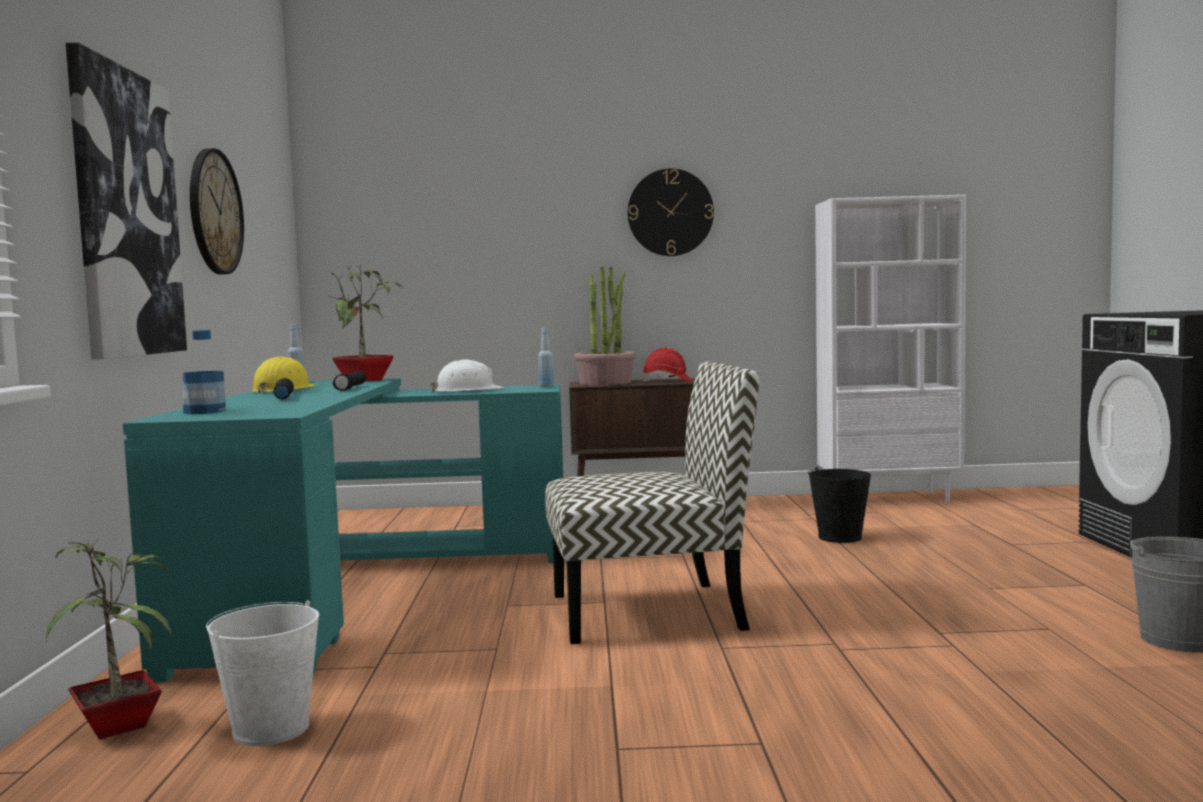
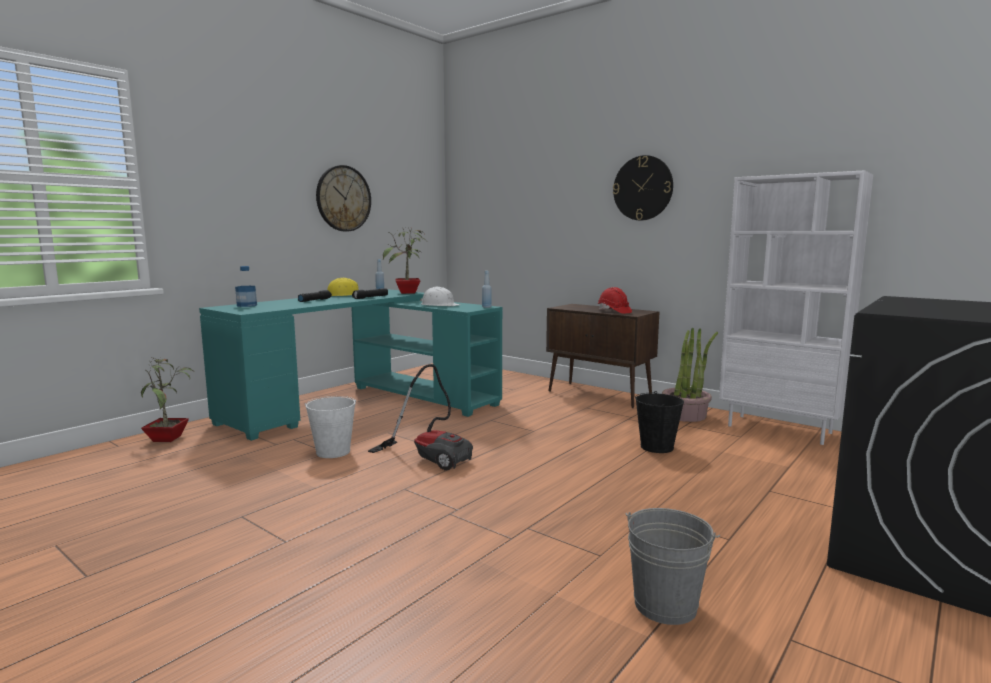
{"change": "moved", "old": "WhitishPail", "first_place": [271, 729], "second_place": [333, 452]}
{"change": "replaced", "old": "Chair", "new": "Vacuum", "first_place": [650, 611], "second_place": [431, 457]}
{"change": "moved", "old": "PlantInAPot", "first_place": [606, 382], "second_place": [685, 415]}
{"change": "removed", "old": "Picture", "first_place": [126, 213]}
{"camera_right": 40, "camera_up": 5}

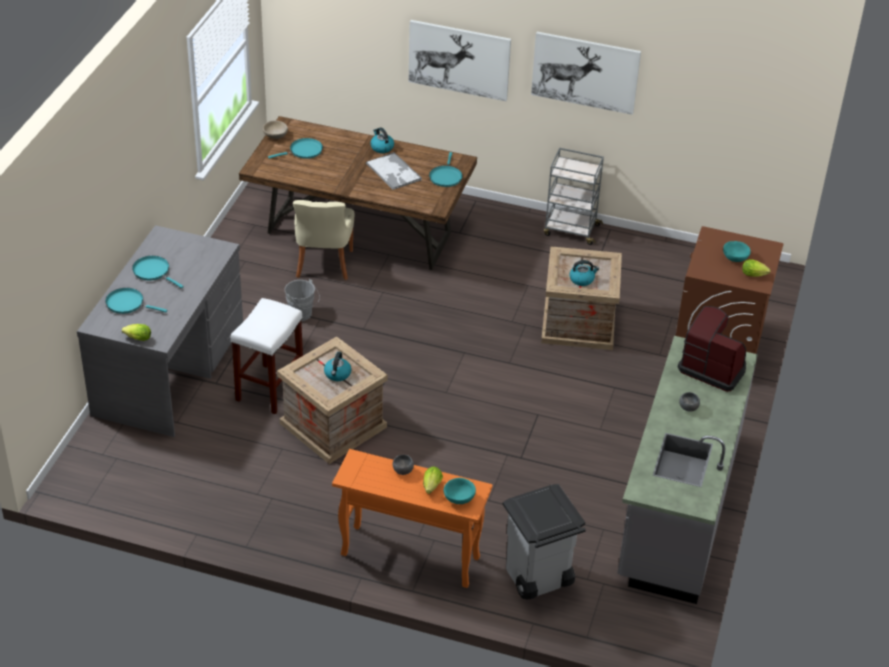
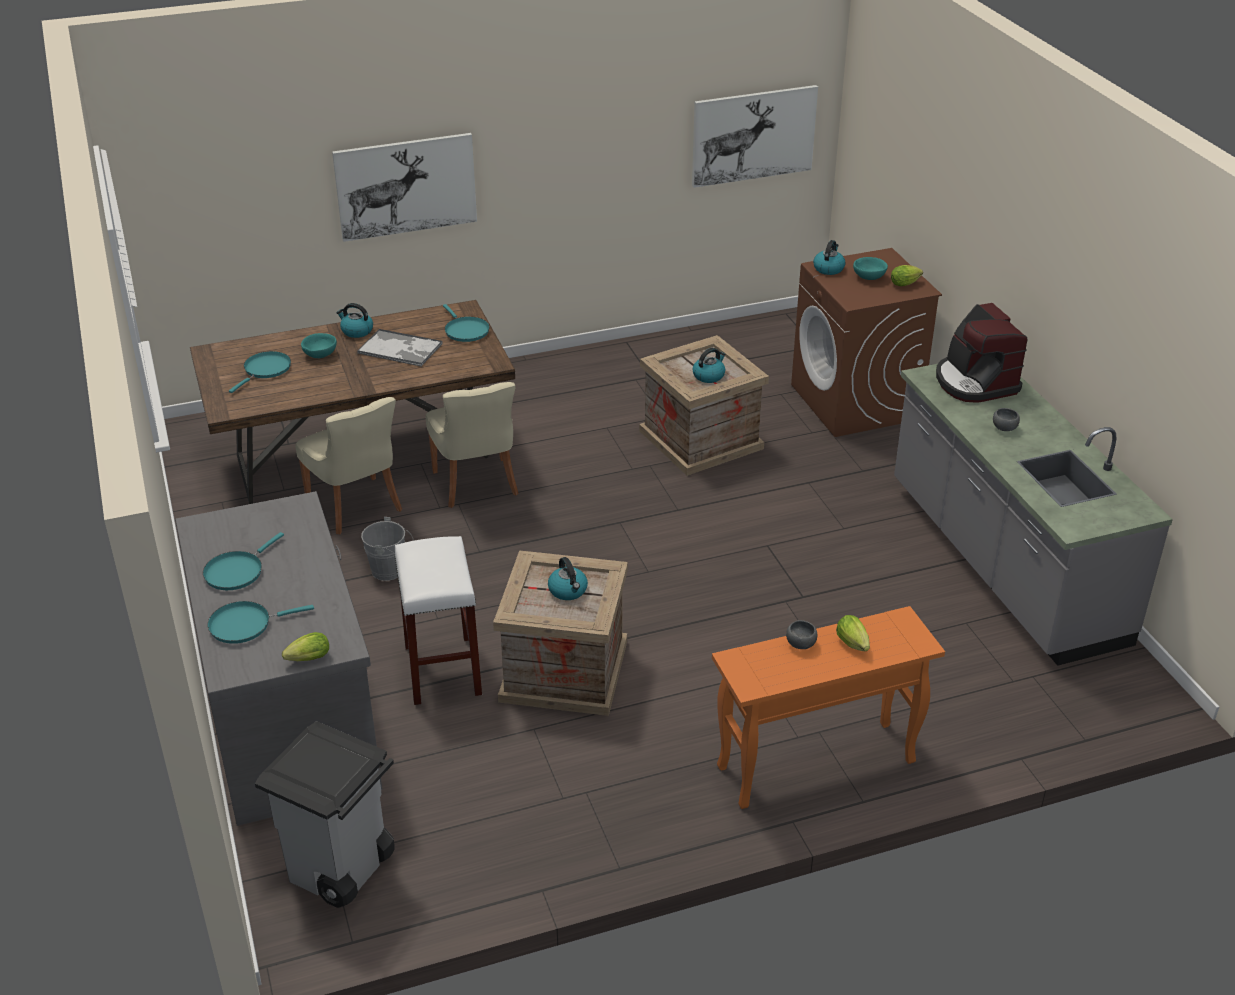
{"change": "turned", "old": "BlueGreenPan", "first_place": [153, 271], "second_place": [237, 571], "degrees": -60}
{"change": "moved", "old": "GreyTrashCan", "first_place": [537, 579], "second_place": [341, 870]}
{"change": "moved", "old": "BlueGreenDeepDish", "first_place": [459, 498], "second_place": [320, 354]}
{"change": "added", "new": "BeigeChair", "second_place": [476, 485]}
{"change": "moved", "old": "Picture", "first_place": [585, 72], "second_place": [753, 135]}
{"change": "added", "new": "WaterKettle", "second_place": [828, 268]}
{"change": "turned", "old": "CoffeeMaker", "first_place": [713, 367], "second_place": [974, 382], "degrees": -105}
{"change": "removed", "old": "BeigeDeepDish", "first_place": [275, 136]}
{"change": "removed", "old": "GreyWheeledCart", "first_place": [570, 230]}
{"camera_right": -35, "camera_up": -5}

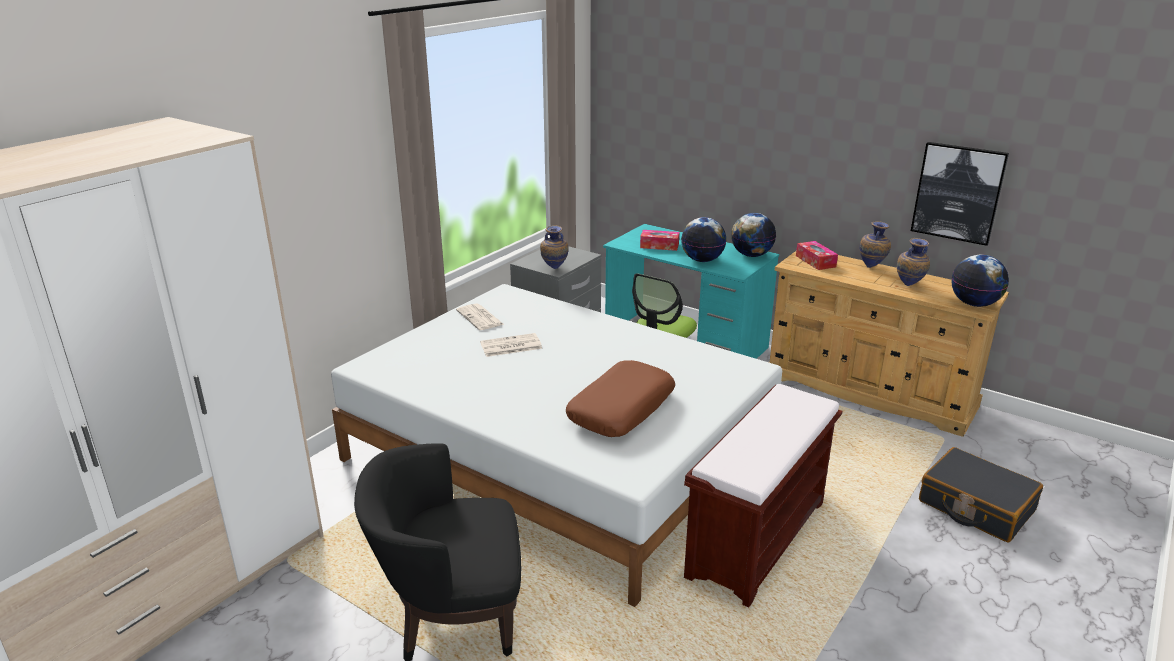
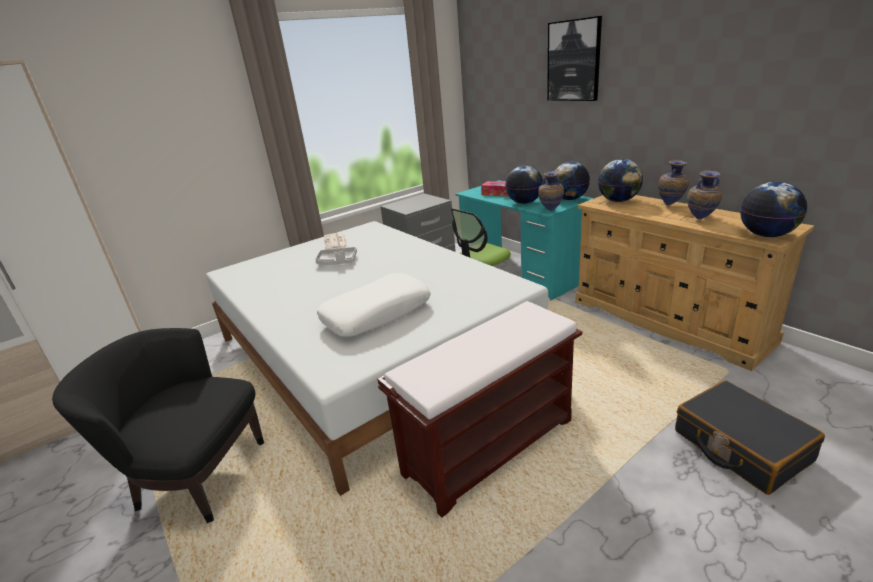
{"change": "replaced", "old": "PrintedPaper", "new": "GreyCarryingTray", "first_place": [510, 346], "second_place": [337, 262]}
{"change": "recoloured", "old": "BrownishThrowPillow", "new": "WhitishThrowPillow", "first_place": [621, 409], "second_place": [376, 314]}
{"change": "moved", "old": "FlowerVase", "first_place": [554, 269], "second_place": [550, 211]}
{"change": "moved", "old": "Picture", "first_place": [958, 192], "second_place": [574, 61]}
{"change": "replaced", "old": "TissueBox", "new": "Globe", "first_place": [815, 261], "second_place": [618, 201]}
{"camera_right": 20, "camera_up": 0}

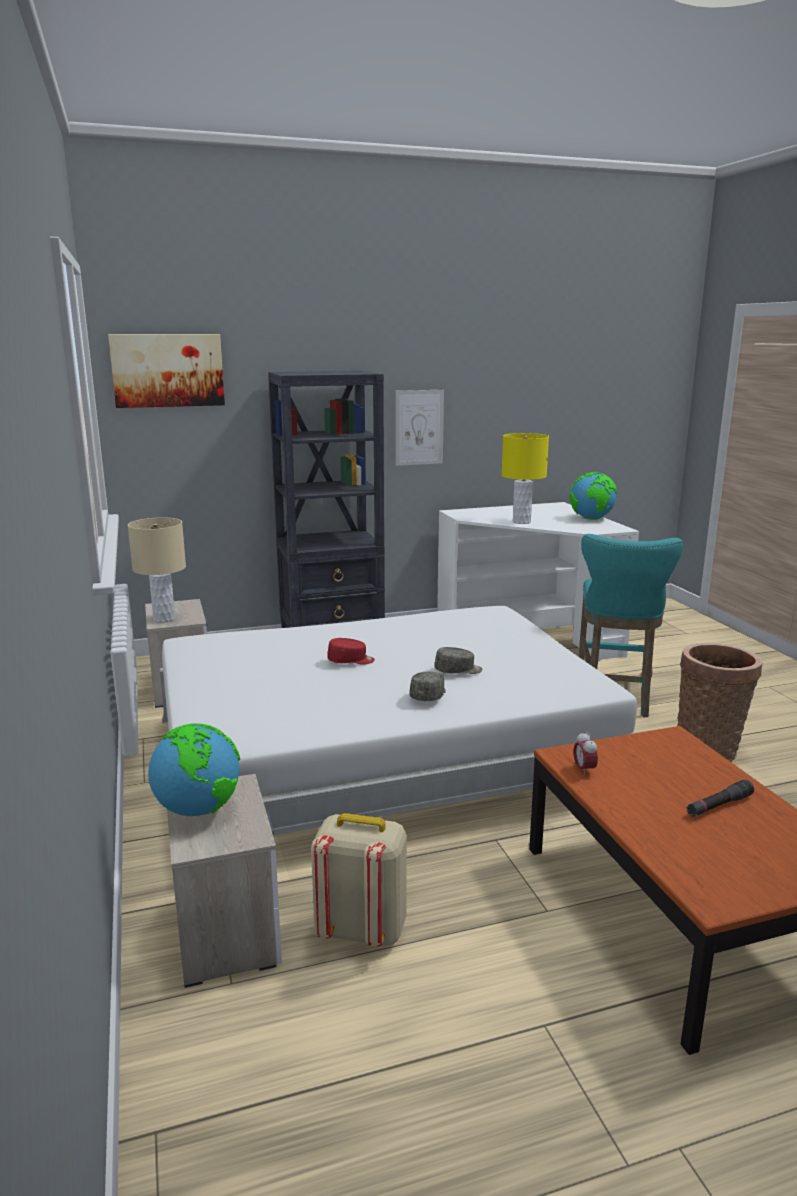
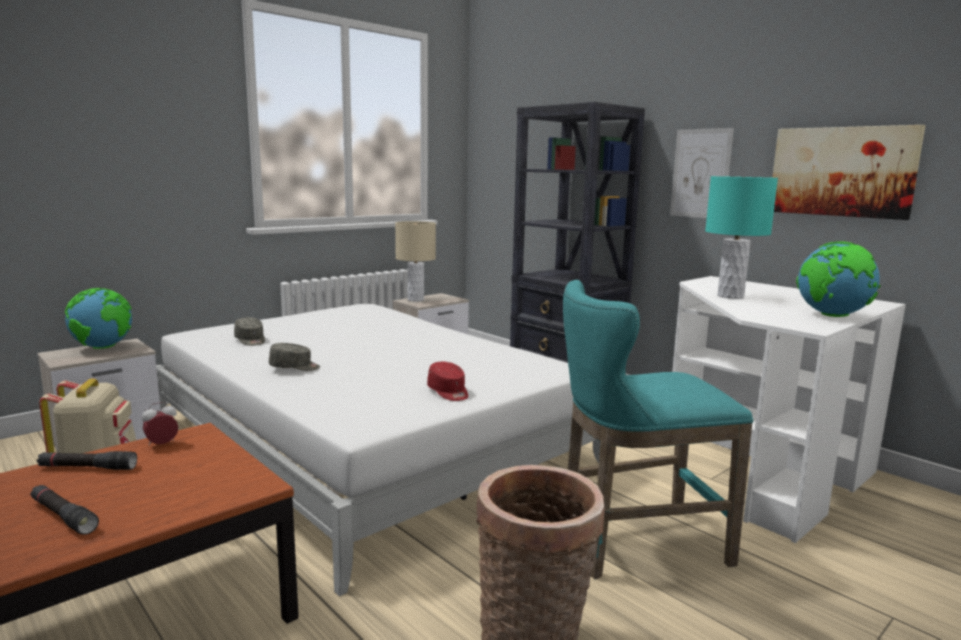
{"change": "added", "new": "BlackHandTorch", "second_place": [88, 468]}
{"change": "moved", "old": "GreyBaseballCap", "first_place": [458, 670], "second_place": [250, 340]}
{"change": "moved", "old": "RedColouredBaseballCap", "first_place": [351, 661], "second_place": [448, 392]}
{"change": "recoloured", "old": "YellowColouredLampForATable", "new": "BlueGreenLampForATable", "first_place": [521, 522], "second_place": [730, 296]}
{"change": "moved", "old": "Picture", "first_place": [168, 370], "second_place": [841, 171]}
{"camera_right": 65, "camera_up": -5}

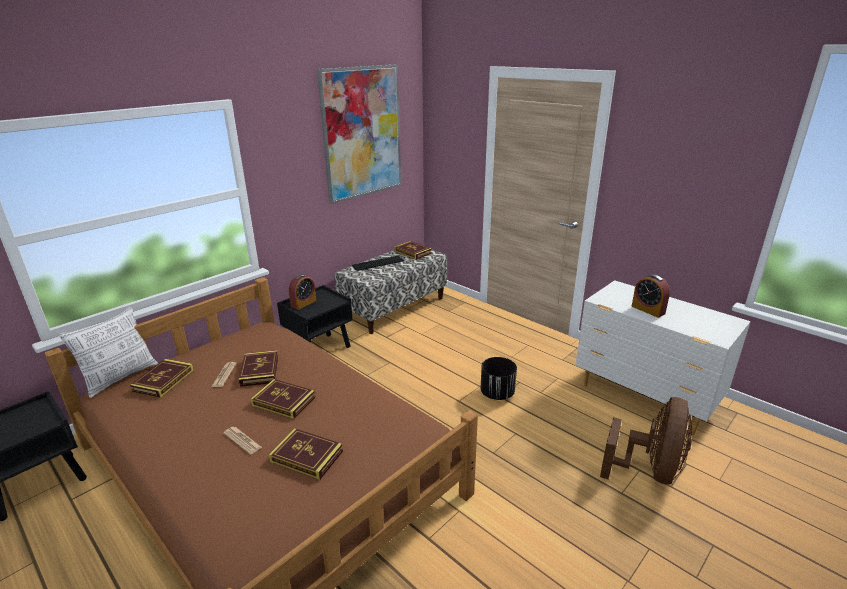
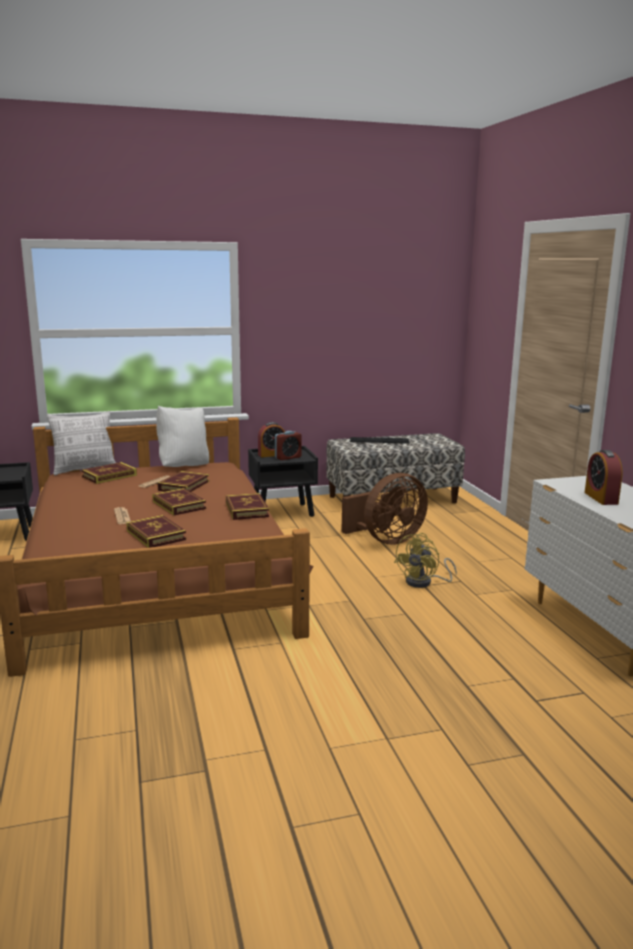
{"change": "added", "new": "WhitishThrowPillow", "second_place": [183, 466]}
{"change": "moved", "old": "Book", "first_place": [413, 252], "second_place": [246, 510]}
{"change": "added", "new": "AlarmClock", "second_place": [288, 457]}
{"change": "moved", "old": "BrownishFan", "first_place": [649, 470], "second_place": [386, 540]}
{"change": "replaced", "old": "BlackPlanter", "new": "YellowColouredFan", "first_place": [497, 393], "second_place": [424, 582]}
{"change": "removed", "old": "Picture", "first_place": [362, 133]}
{"camera_right": 30, "camera_up": -10}

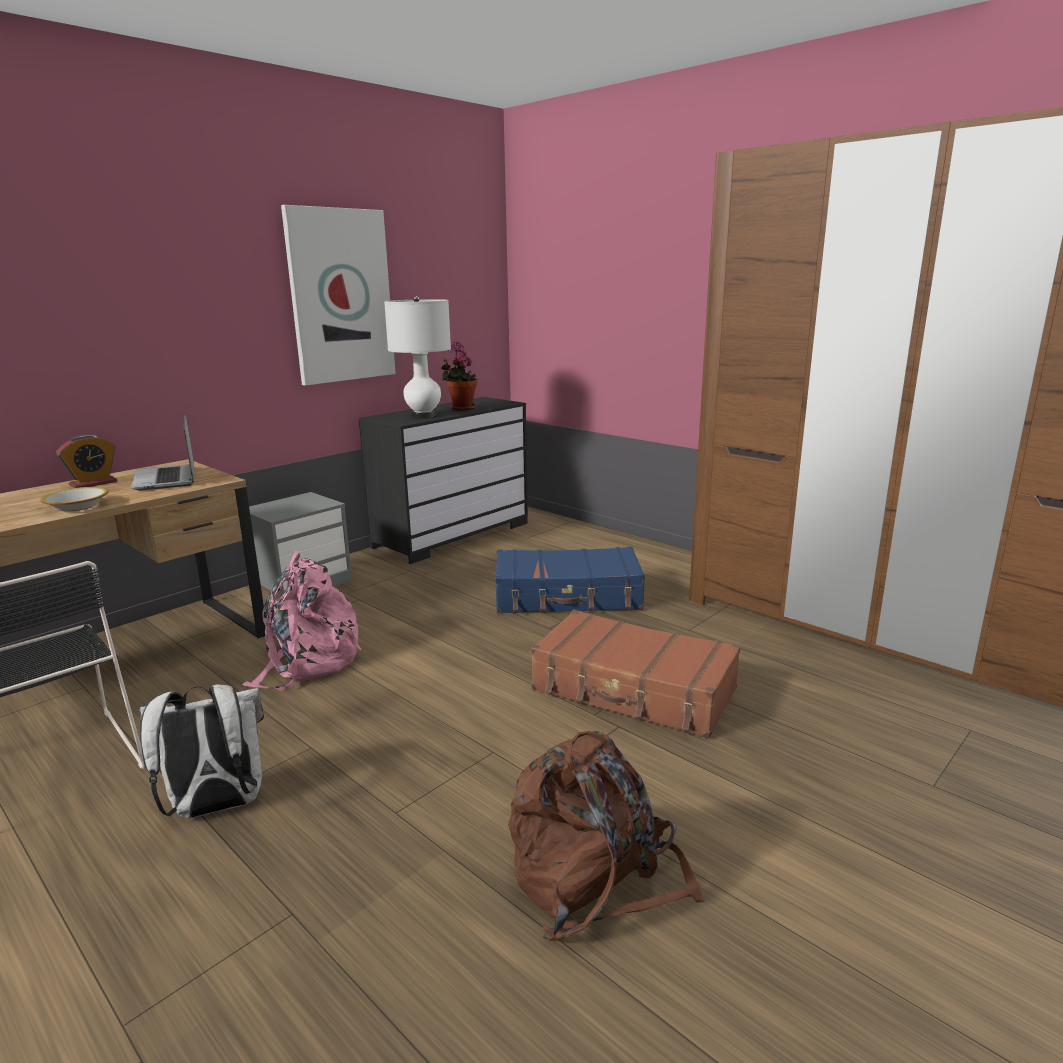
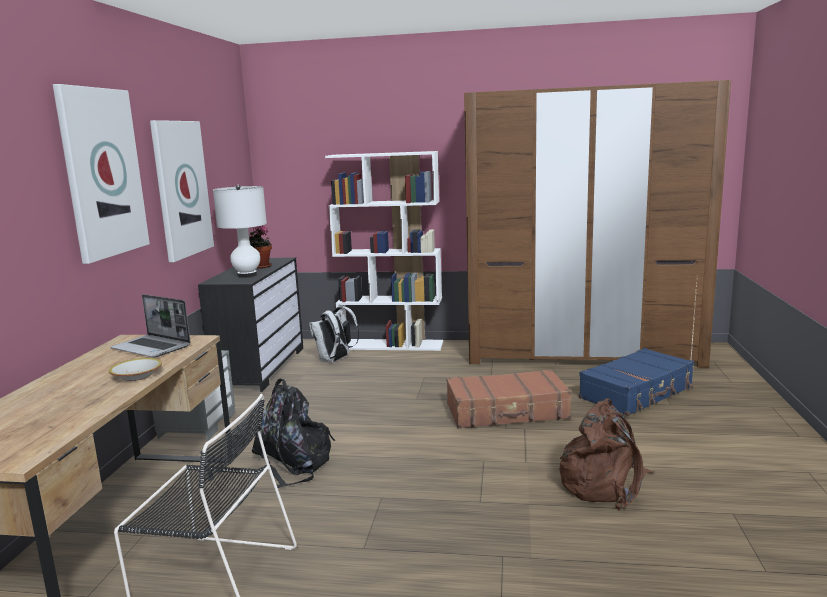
{"change": "added", "new": "Picture", "second_place": [102, 173]}
{"change": "recoloured", "old": "PinkColouredBackpack", "new": "BlackBackpack", "first_place": [307, 661], "second_place": [294, 462]}
{"change": "moved", "old": "WhitishBackpack", "first_place": [216, 807], "second_place": [335, 360]}
{"change": "added", "new": "WhitishShelvingUnit", "second_place": [392, 345]}
{"change": "moved", "old": "BlueColouredSuitcase", "first_place": [568, 597], "second_place": [637, 393]}
{"change": "removed", "old": "AlarmClock", "first_place": [93, 483]}
{"camera_right": -35, "camera_up": -5}

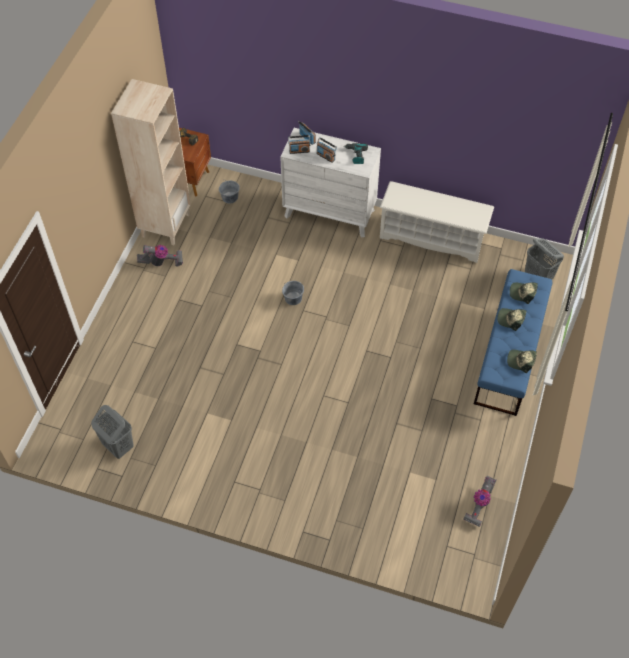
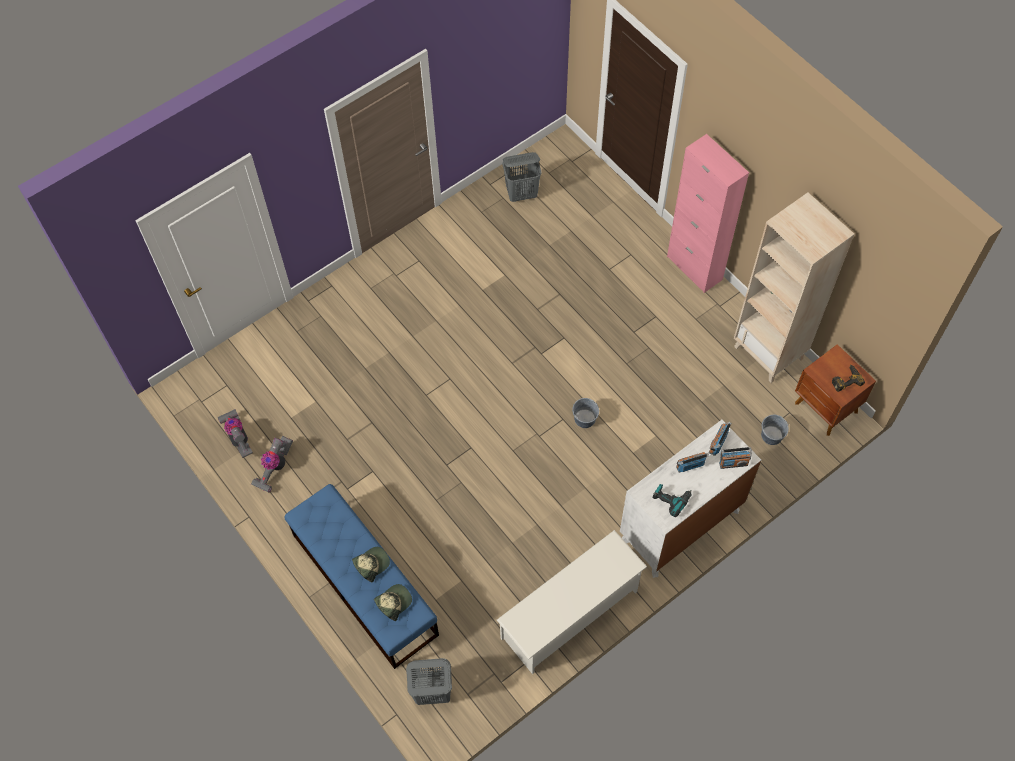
{"change": "moved", "old": "Vacuum", "first_place": [161, 262], "second_place": [274, 468]}
{"change": "added", "new": "PinkColouredCabinet", "second_place": [694, 268]}
{"change": "removed", "old": "BaseballCap", "first_place": [521, 361]}
{"camera_right": 125, "camera_up": 5}

